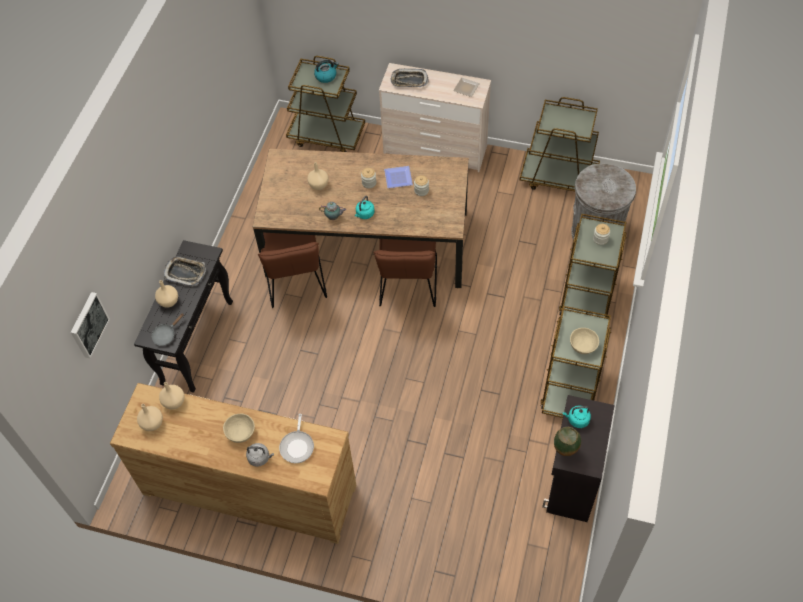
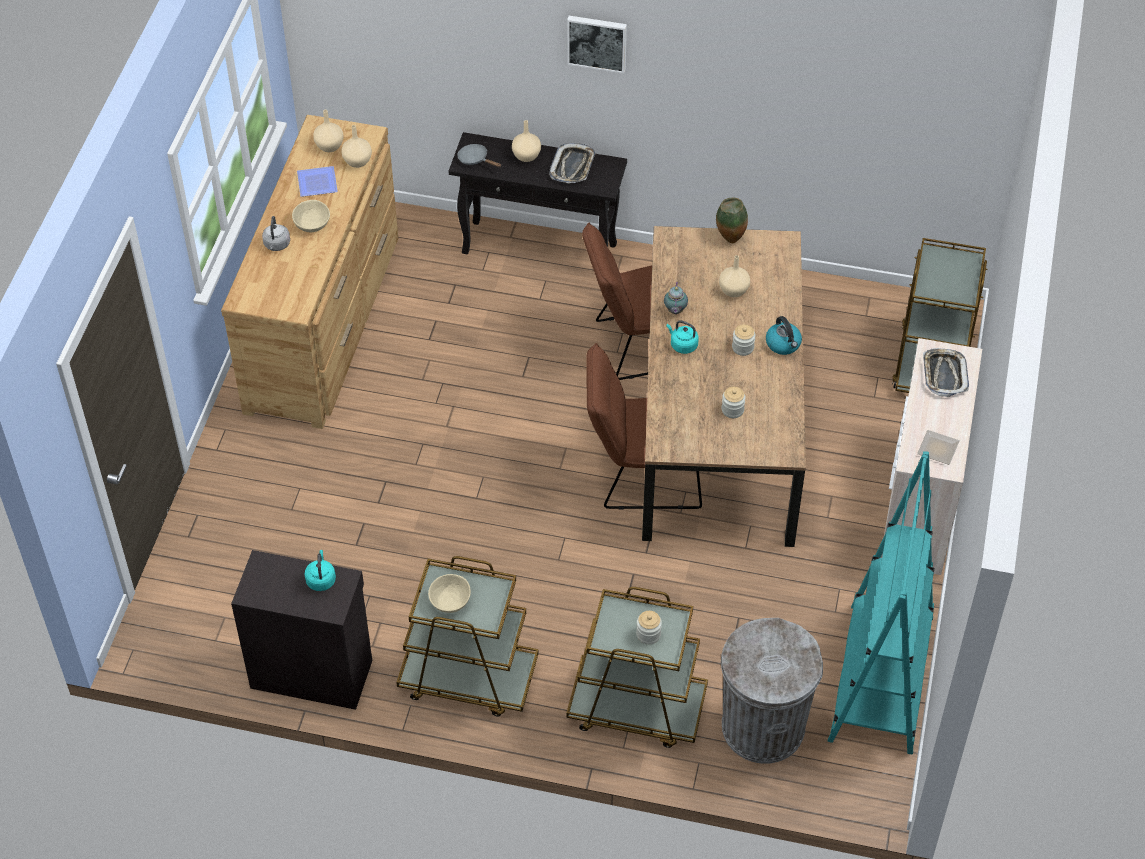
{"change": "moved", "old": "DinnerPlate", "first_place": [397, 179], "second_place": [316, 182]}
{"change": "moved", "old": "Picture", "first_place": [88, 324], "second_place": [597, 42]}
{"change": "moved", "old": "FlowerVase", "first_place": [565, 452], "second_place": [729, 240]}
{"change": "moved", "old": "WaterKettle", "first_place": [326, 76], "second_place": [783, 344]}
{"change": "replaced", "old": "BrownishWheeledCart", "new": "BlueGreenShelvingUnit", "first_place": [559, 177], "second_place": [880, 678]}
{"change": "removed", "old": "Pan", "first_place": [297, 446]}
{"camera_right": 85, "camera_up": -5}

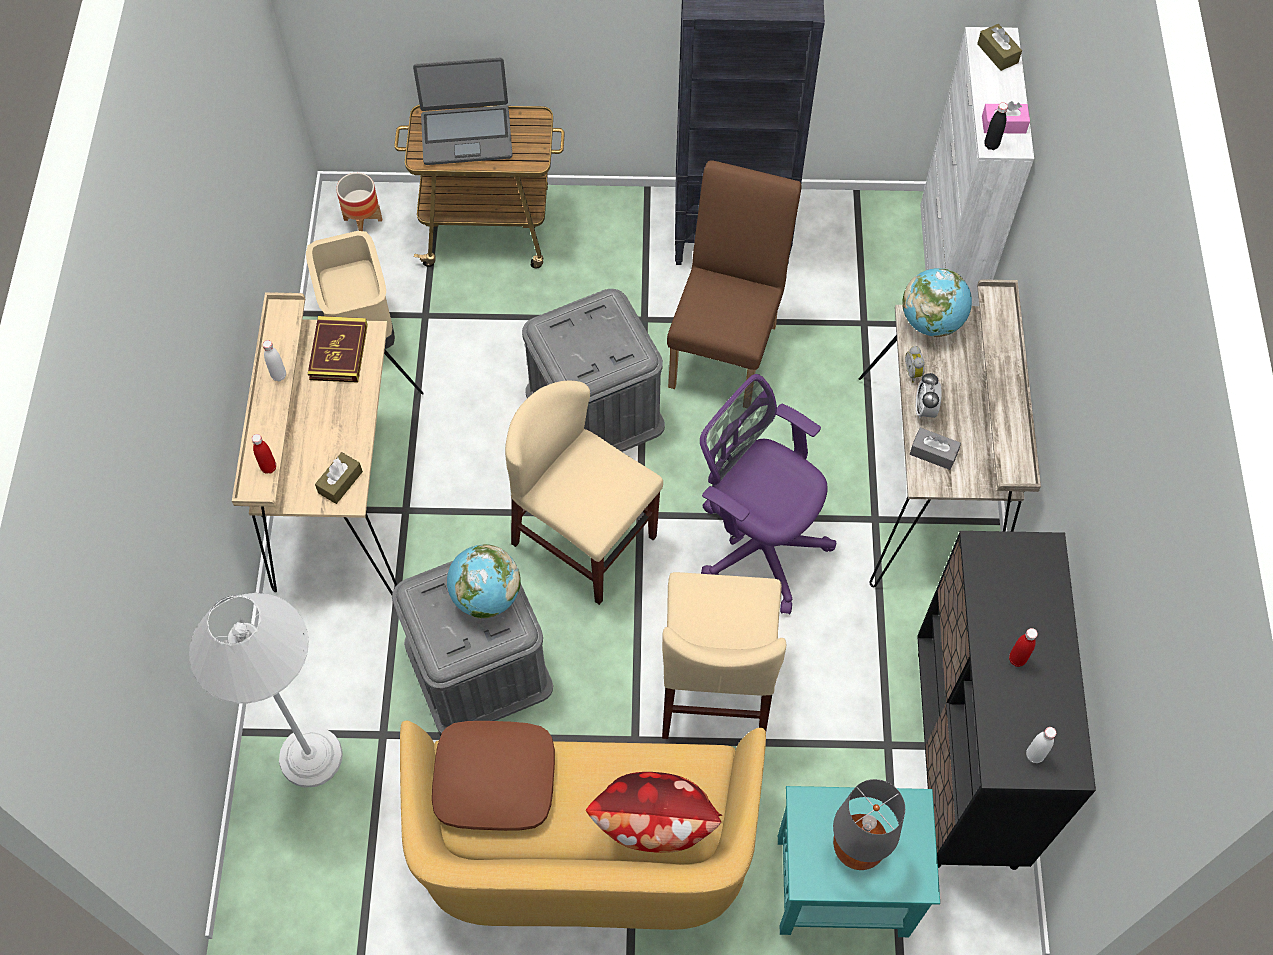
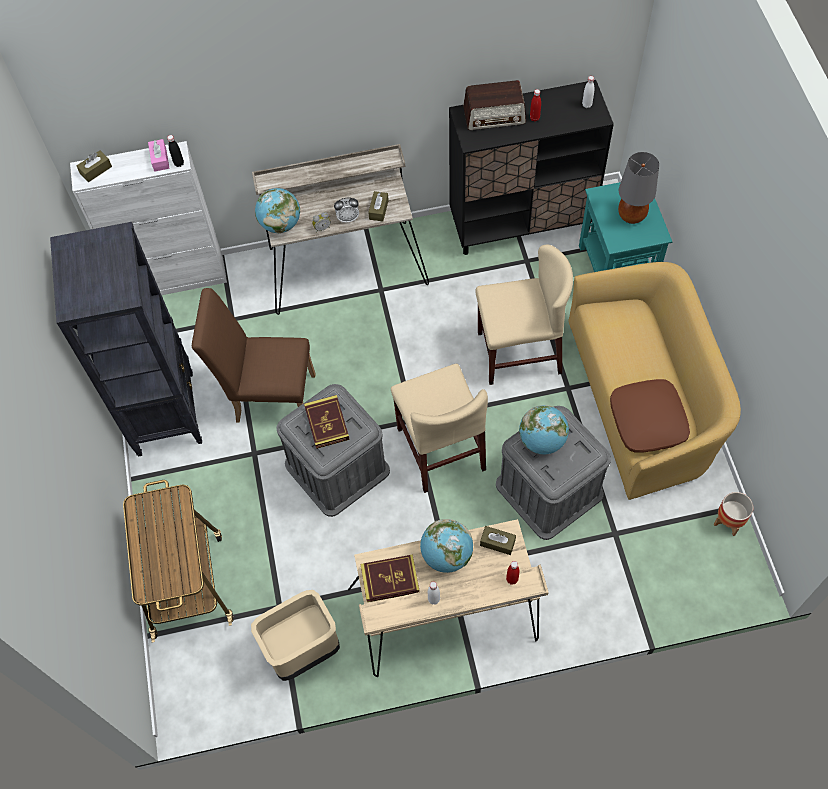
{"change": "added", "new": "Book", "second_place": [327, 423]}
{"change": "recoloured", "old": "GreyTissueBox", "new": "BrownishTissueBox", "first_place": [933, 453], "second_place": [378, 210]}
{"change": "turned", "old": "BeigeChair", "first_place": [584, 540], "second_place": [440, 449], "degrees": -45}
{"change": "added", "new": "Globe", "second_place": [446, 555]}
{"change": "added", "new": "Radio", "second_place": [494, 115]}
{"change": "moved", "old": "Planter", "first_place": [363, 220], "second_place": [728, 521]}
{"change": "removed", "old": "WhitishFloorLamp", "first_place": [311, 756]}
{"change": "removed", "old": "PortableComputer", "first_place": [466, 135]}
{"change": "removed", "old": "ThrowPillow", "first_place": [655, 827]}
{"change": "removed", "old": "PurplishComputerChair", "first_place": [757, 542]}
{"camera_right": -100, "camera_up": 0}

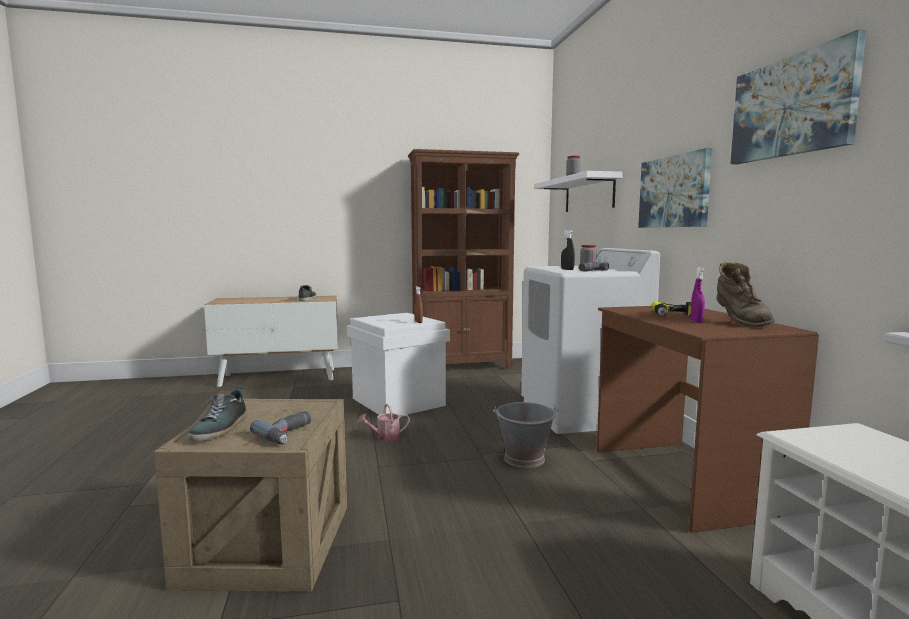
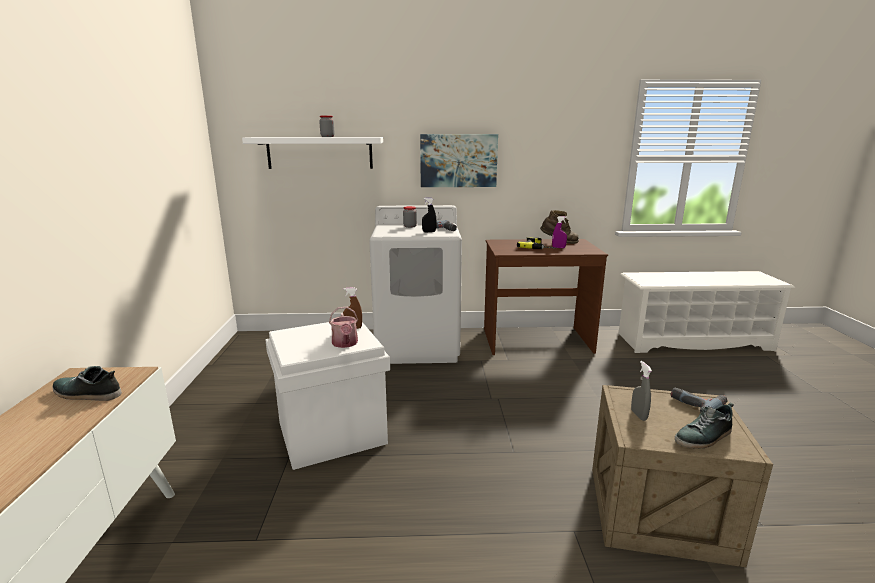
{"change": "moved", "old": "SprinklingCan", "first_place": [385, 437], "second_place": [345, 344]}
{"change": "added", "new": "GreySprayBottle", "second_place": [638, 415]}
{"change": "turned", "old": "Shoe", "first_place": [220, 428], "second_place": [704, 437], "degrees": 135}
{"change": "removed", "old": "BrownishShelvingUnit", "first_place": [462, 366]}
{"change": "removed", "old": "GreyPail", "first_place": [525, 459]}
{"change": "removed", "old": "Picture", "first_place": [792, 106]}
{"camera_right": -80, "camera_up": 10}

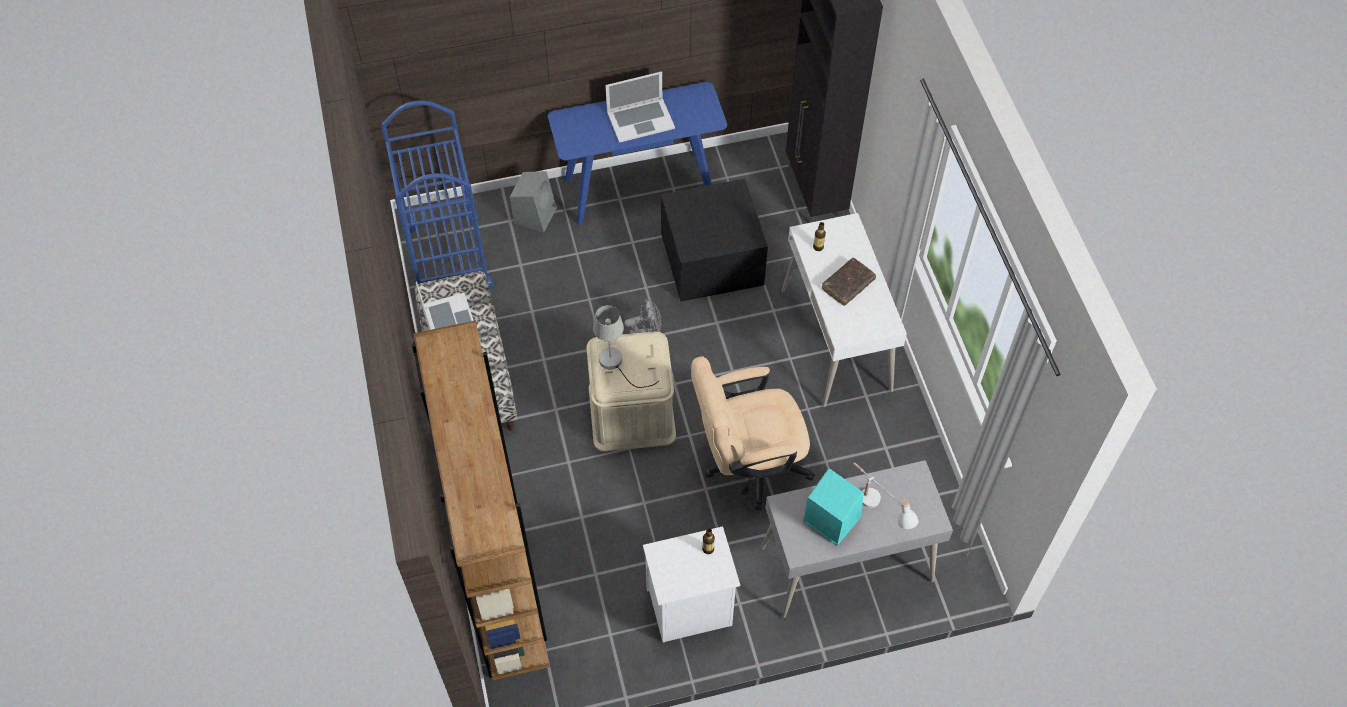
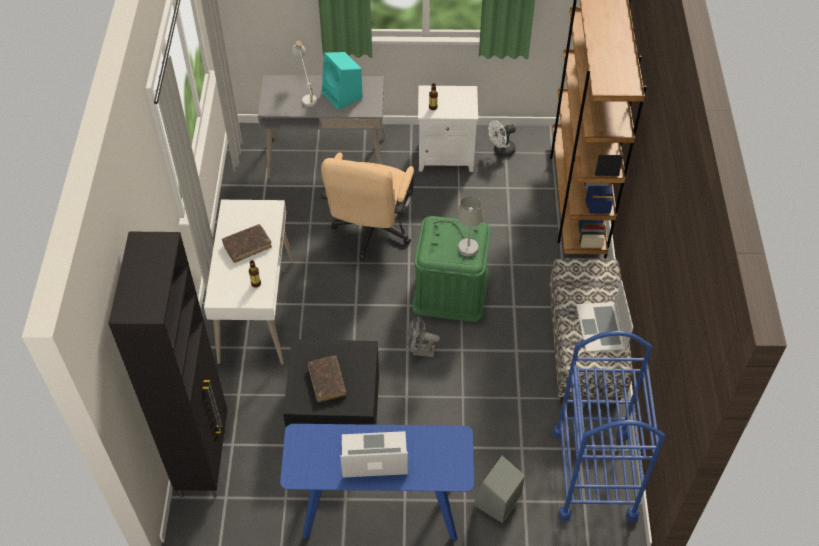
{"change": "added", "new": "BrownishBook", "second_place": [327, 381]}
{"change": "turned", "old": "BeigeComputerChair", "first_place": [748, 465], "second_place": [371, 232], "degrees": 105}
{"change": "recoloured", "old": "BeigeStorageContainer", "new": "GreenColouredStorageContainer", "first_place": [631, 412], "second_place": [450, 290]}
{"change": "added", "new": "WhitishFan", "second_place": [501, 151]}
{"camera_right": -165, "camera_up": -5}

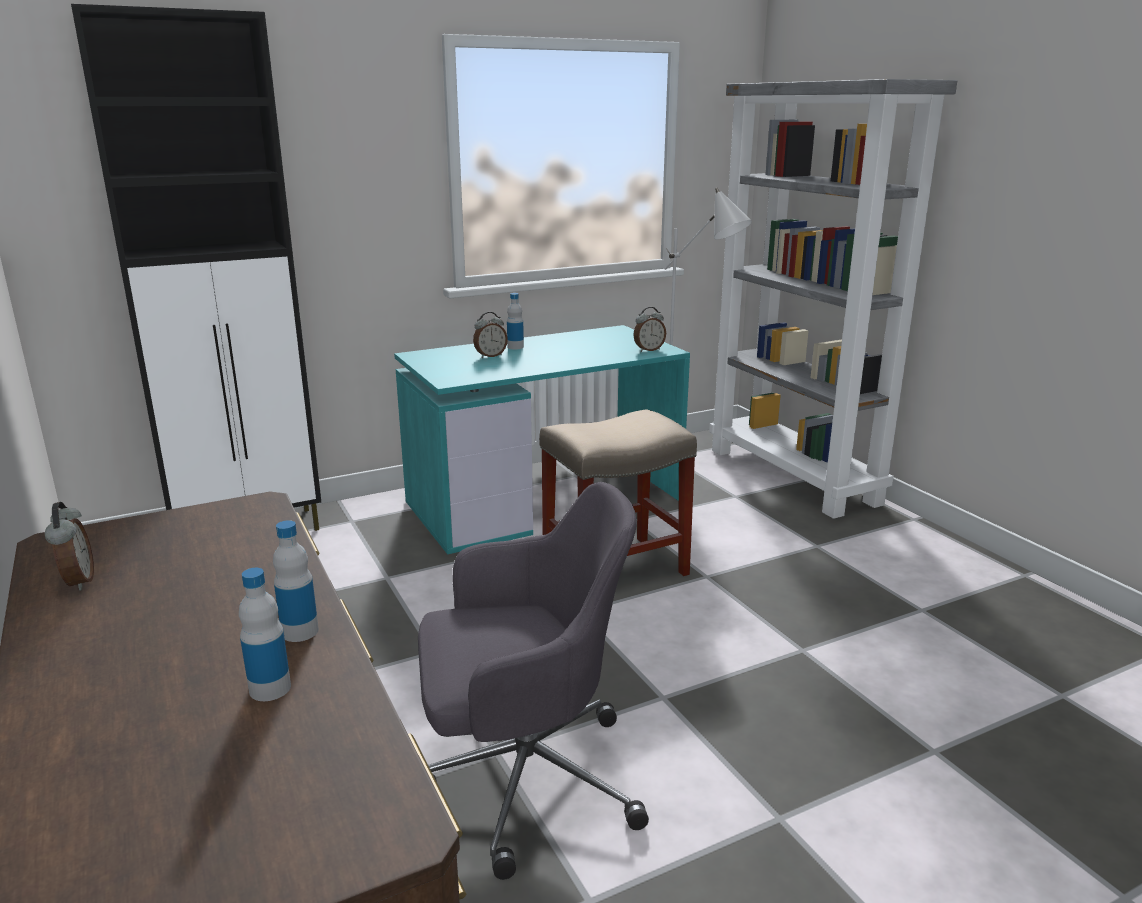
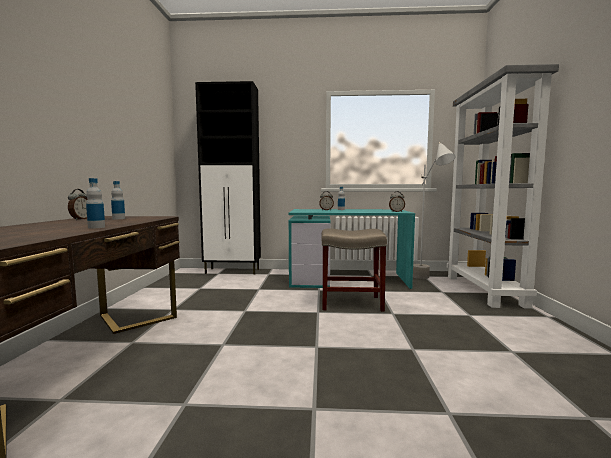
{"change": "moved", "old": "BeverageBottle", "first_place": [270, 688], "second_place": [118, 218]}
{"change": "removed", "old": "GreyComputerChair", "first_place": [524, 778]}
{"camera_right": 30, "camera_up": -15}

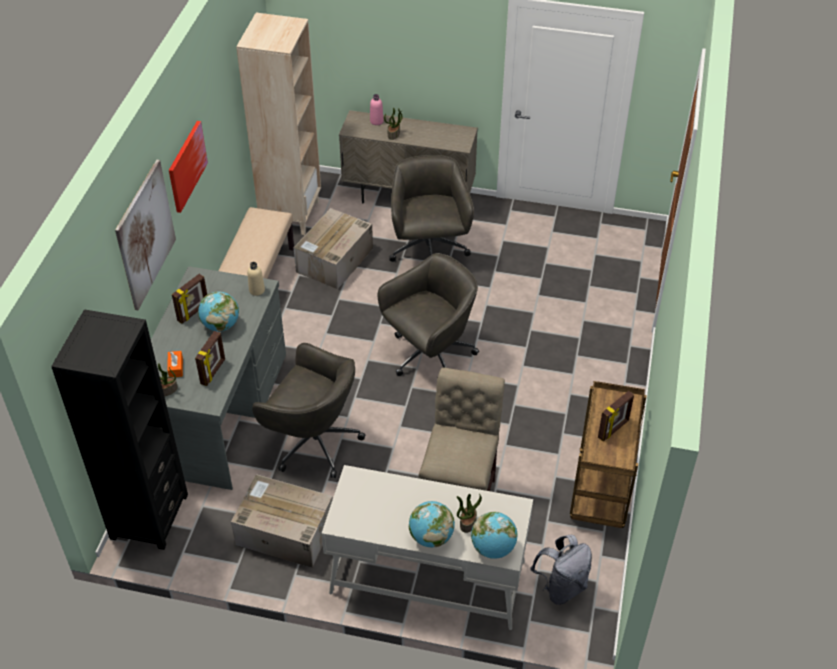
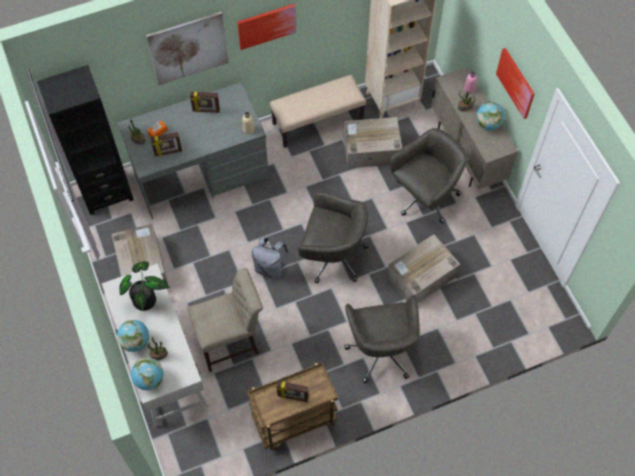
{"change": "added", "new": "PlantInAPot", "second_place": [146, 298]}
{"change": "moved", "old": "GreyBackpack", "first_place": [561, 587], "second_place": [270, 267]}
{"change": "moved", "old": "GreyComputerChair", "first_place": [313, 442], "second_place": [381, 350]}
{"change": "added", "new": "CardboardBox", "second_place": [421, 277]}
{"change": "moved", "old": "Globe", "first_place": [221, 325], "second_place": [488, 124]}
{"change": "added", "new": "Picture", "second_place": [516, 83]}
{"camera_right": 55, "camera_up": 15}

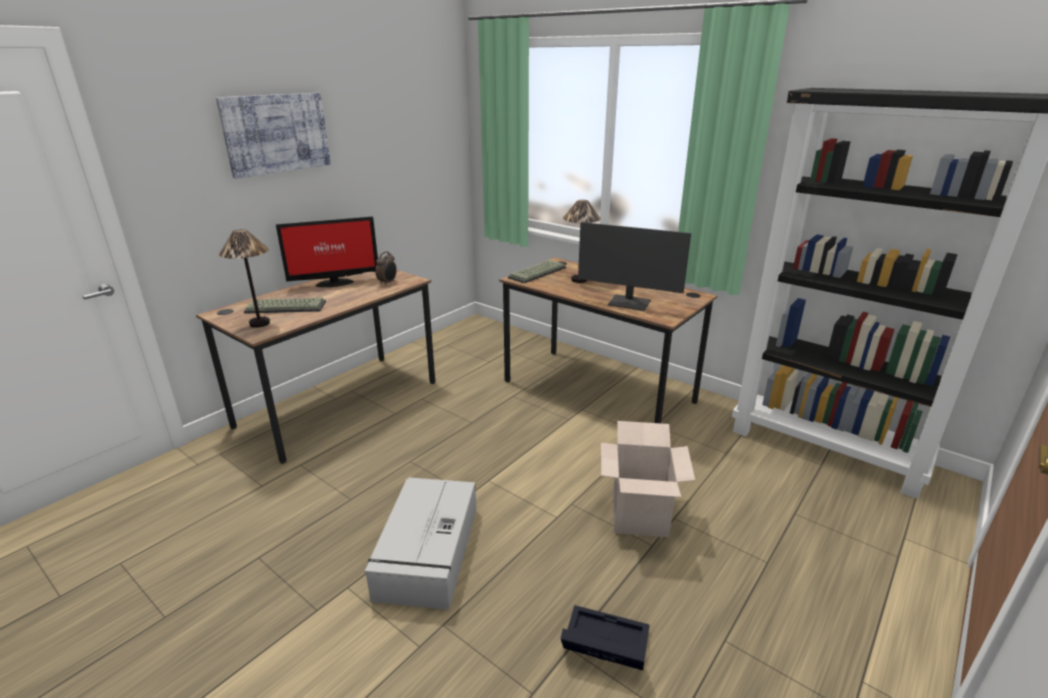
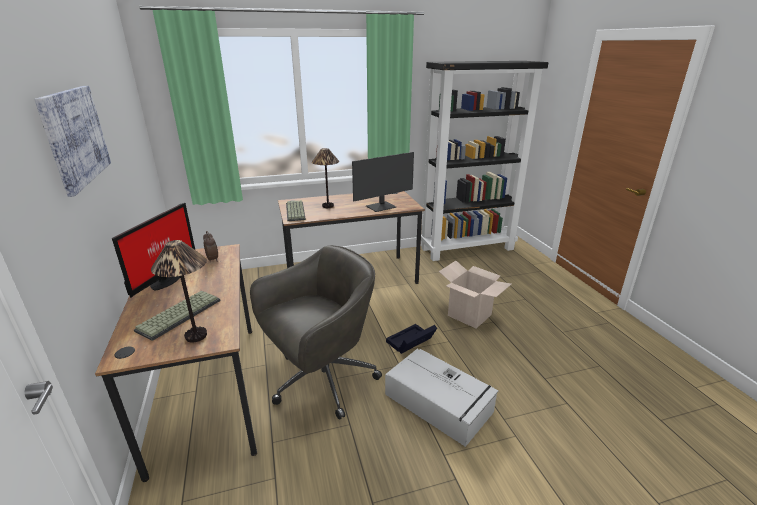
{"change": "added", "new": "GreyComputerChair", "second_place": [321, 380]}
{"change": "moved", "old": "BlackStorageContainer", "first_place": [602, 645], "second_place": [410, 342]}
{"camera_right": -55, "camera_up": 0}

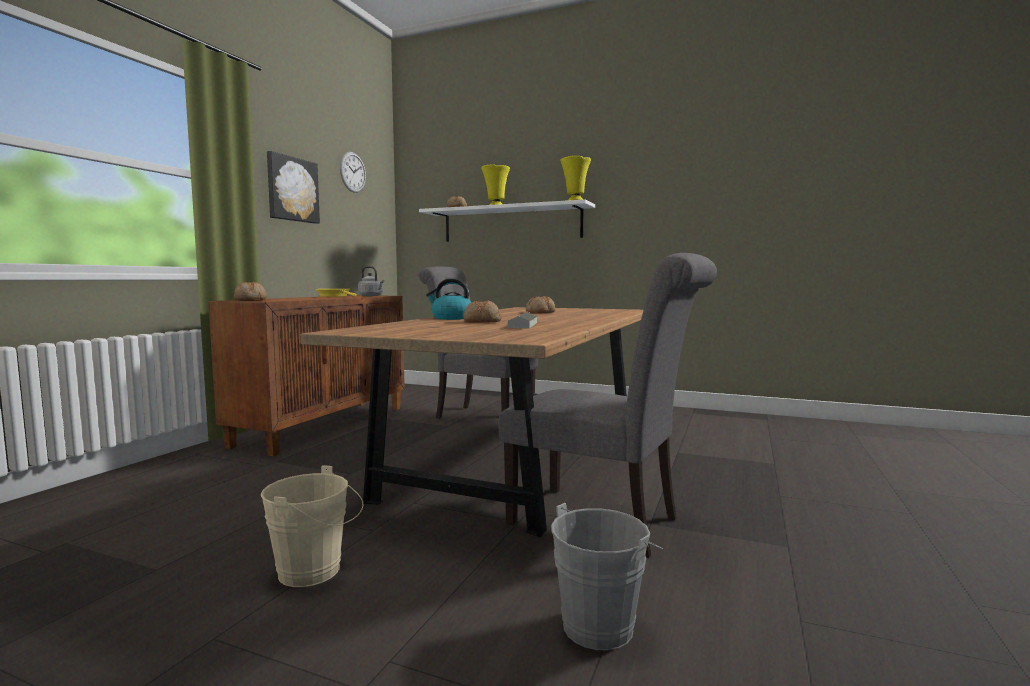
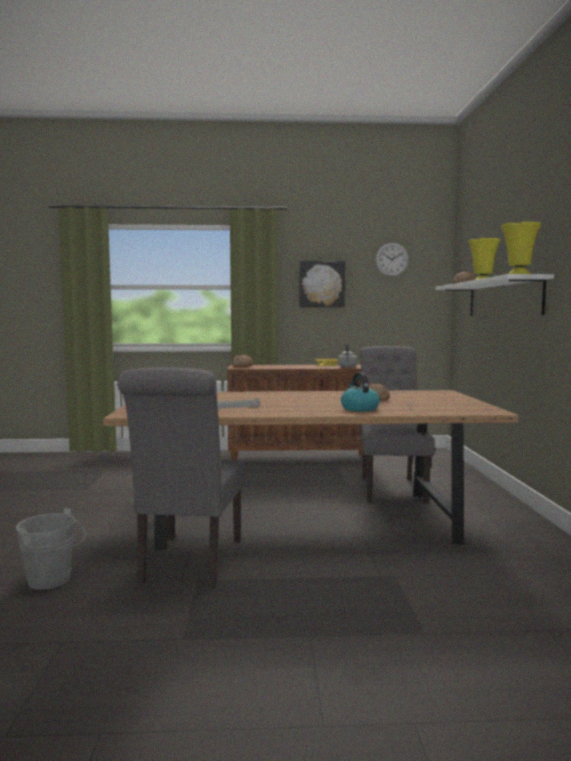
{"change": "moved", "old": "WaterKettle", "first_place": [451, 318], "second_place": [359, 408]}
{"change": "removed", "old": "BeigePail", "first_place": [316, 572]}
{"change": "removed", "old": "Bread", "first_place": [482, 321]}
{"camera_right": 65, "camera_up": 0}

